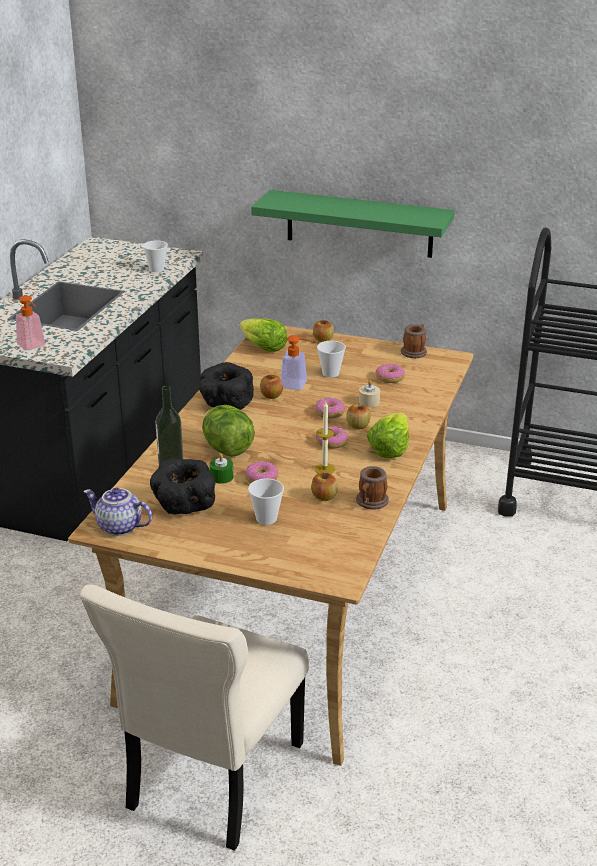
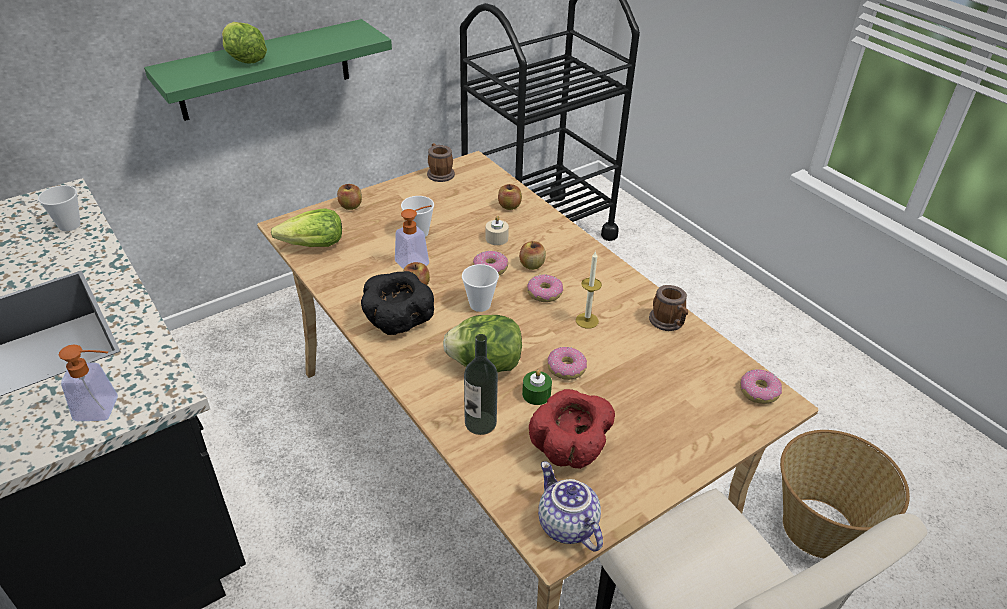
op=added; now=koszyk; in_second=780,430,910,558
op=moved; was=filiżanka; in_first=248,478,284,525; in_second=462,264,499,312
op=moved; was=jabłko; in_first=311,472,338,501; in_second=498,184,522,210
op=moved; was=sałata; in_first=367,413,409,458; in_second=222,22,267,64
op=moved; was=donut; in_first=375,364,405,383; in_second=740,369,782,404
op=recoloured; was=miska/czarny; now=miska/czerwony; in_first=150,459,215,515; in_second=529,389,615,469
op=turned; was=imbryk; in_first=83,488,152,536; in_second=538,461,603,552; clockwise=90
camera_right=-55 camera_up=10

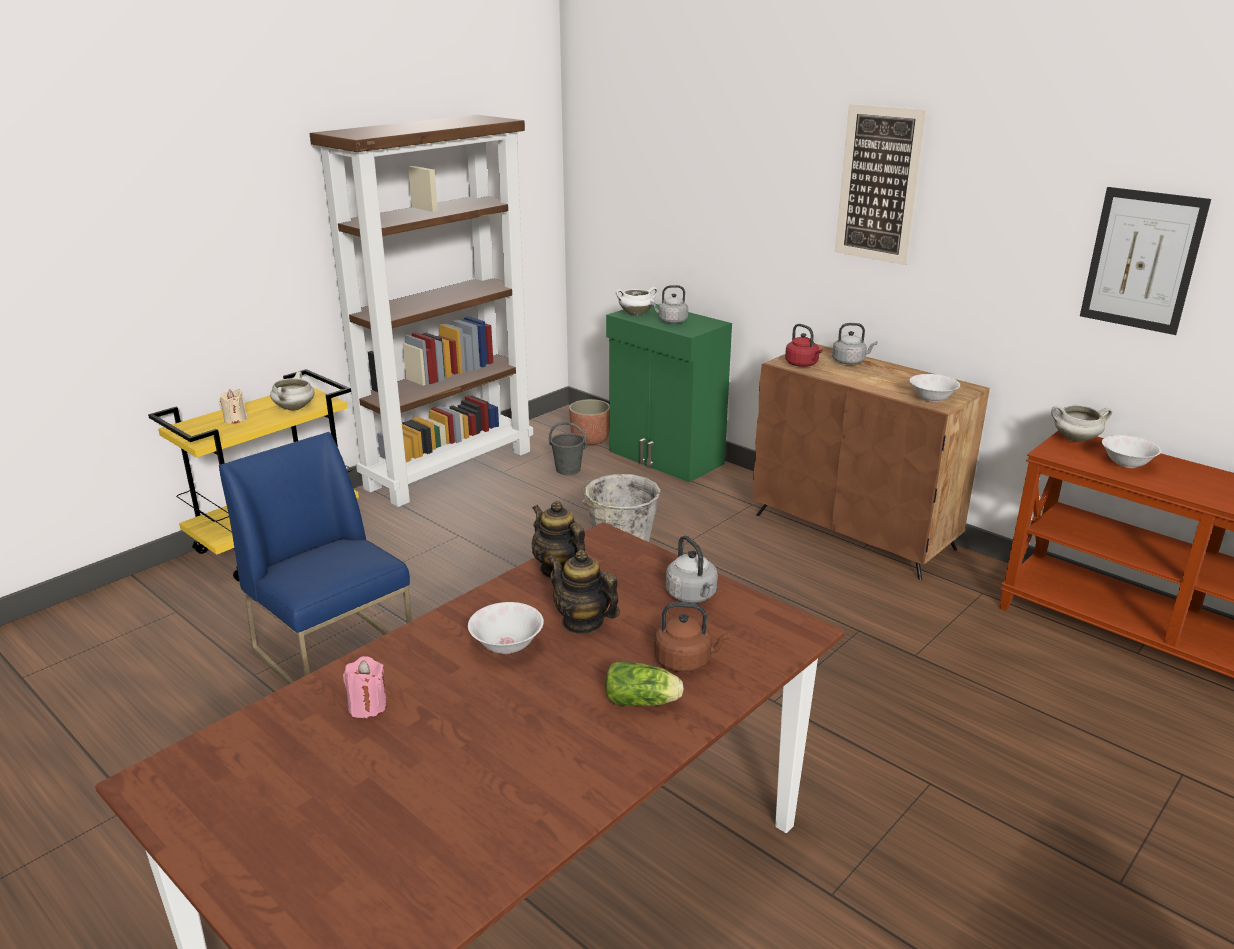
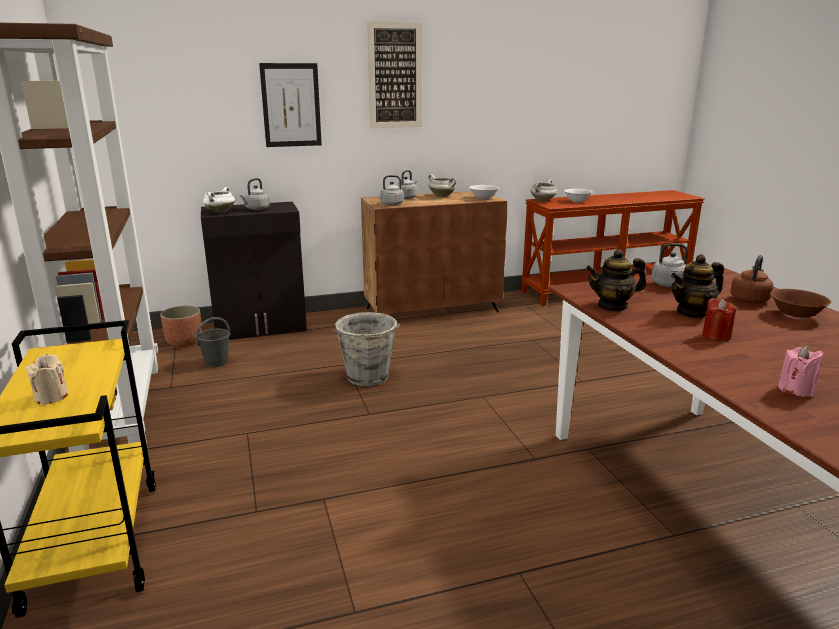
op=removed; was=krzesło/niebieski; in_first=219,432,412,685
op=moved; was=garnek/biały; in_first=270,371,315,411; in_second=428,174,456,197
op=moved; was=obraz; in_first=1080,187,1211,335; in_second=259,63,322,147
op=replaced; was=miska/biały; now=świeca/czerwony; in_first=468,602,544,654; in_second=702,298,737,341
op=replaced; was=sałata; now=miska/brązowy; in_first=606,661,684,706; in_second=770,289,831,319
op=recoloured; was=szafka/zielony; now=szafka/czarny; in_first=606,304,732,482; in_second=201,202,307,340
op=recoloured; was=czajnik/czerwony; now=czajnik/szary; in_first=785,324,823,367; in_second=380,175,411,205
camera_right=-60 camera_up=-5

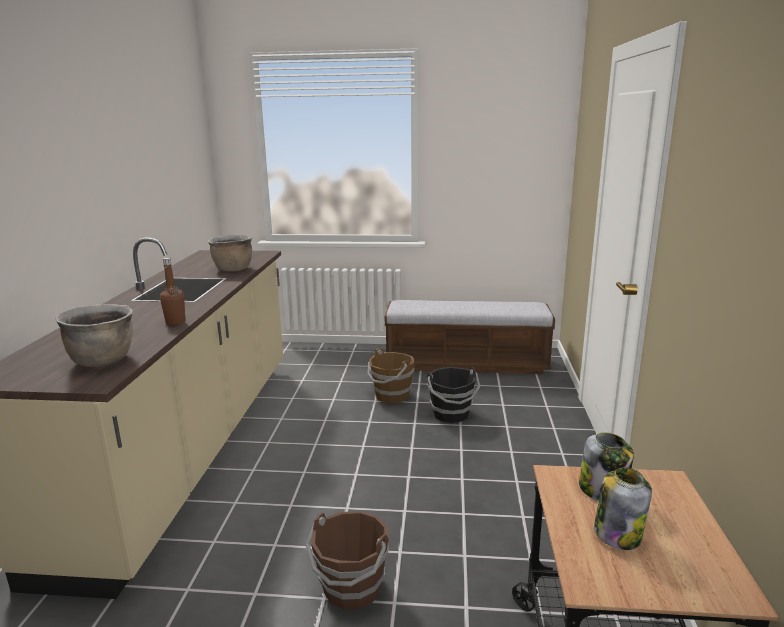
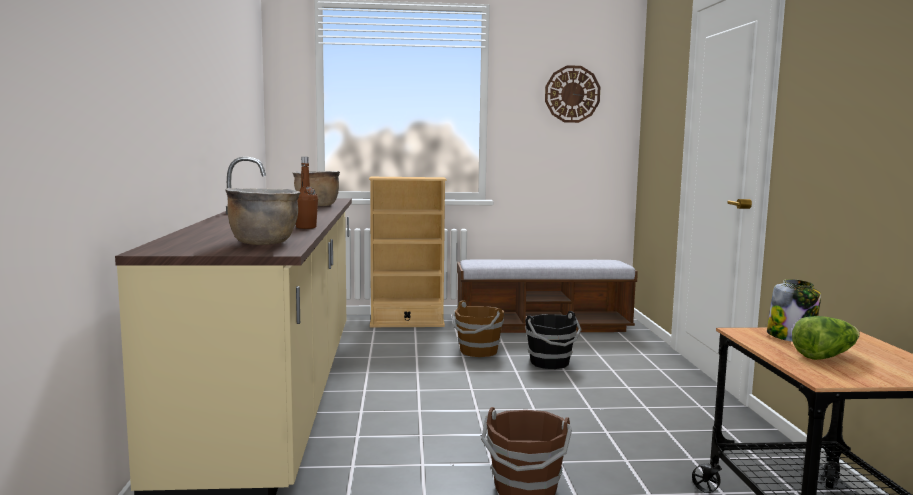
op=added; now=regał/beżowy; in_second=369,177,447,327
op=added; now=zegar ścienny; in_second=545,65,600,123
op=replaced; was=słoik; now=sałata; in_first=594,467,652,550; in_second=792,316,860,360
camera_right=-10 camera_up=-10

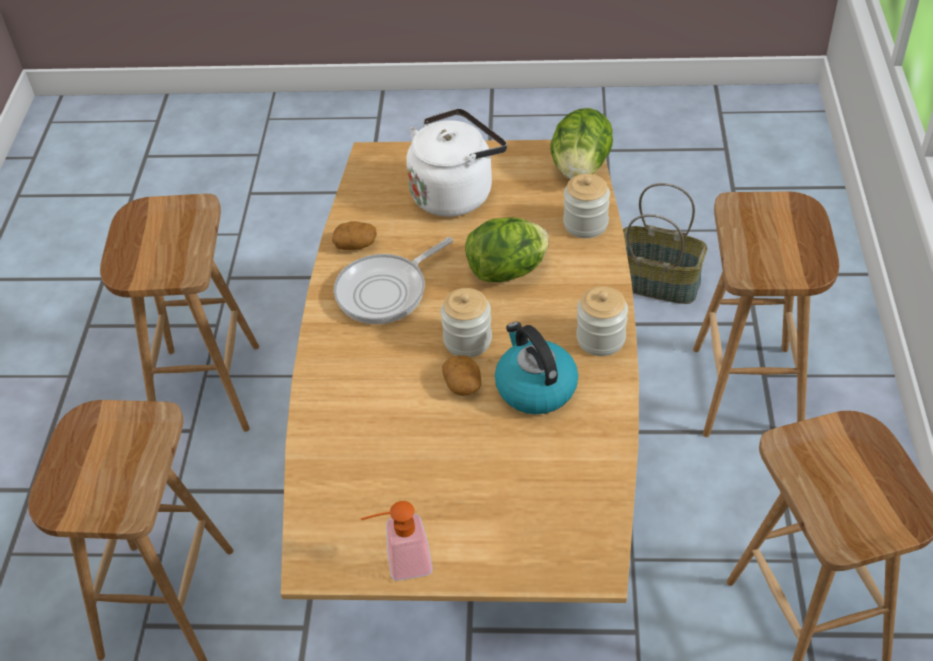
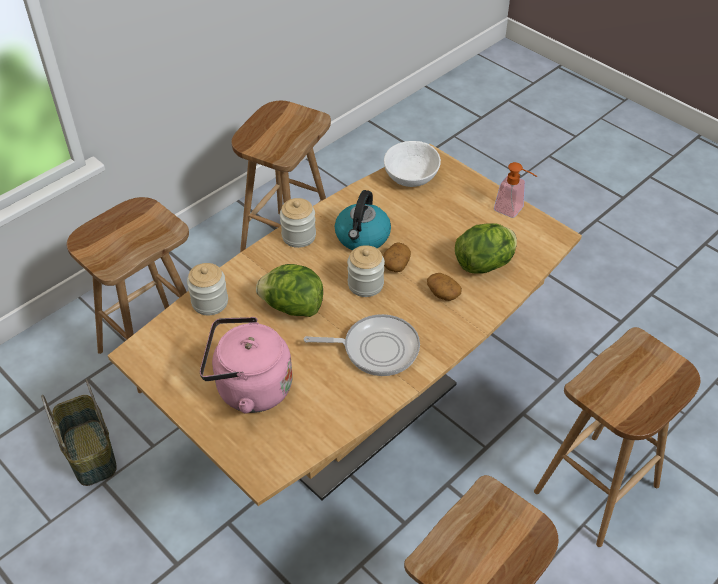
op=added; now=miska/biały; in_second=384,141,441,187
op=moved; was=ziemniak; in_first=332,221,377,250; in_second=427,273,462,301
op=moved; was=sałata; in_first=550,108,613,180; in_second=455,223,517,274
op=recoloured; was=czajnik/biały; now=czajnik/różowy; in_first=406,108,507,217; in_second=200,317,293,414
camera_right=-140 camera_up=0

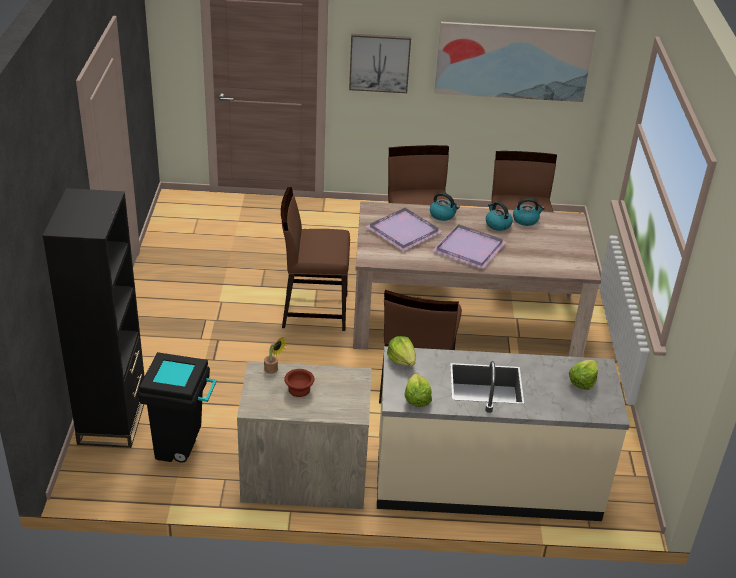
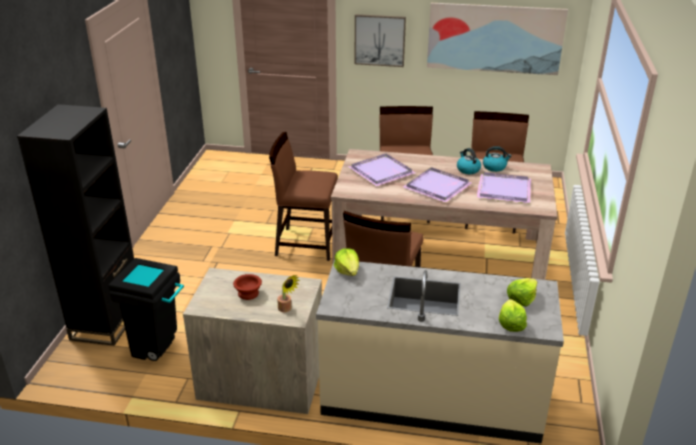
op=removed; was=czajnik; in_first=430,192,460,221
op=added; now=taca/fioletowy; in_second=476,172,531,203
op=moved; was=roślina doniczkowa; in_first=264,337,288,374; in_second=277,275,300,312
op=moved; was=sałata; in_first=405,373,432,407; in_second=499,299,527,332
camera_right=10 camera_up=-5

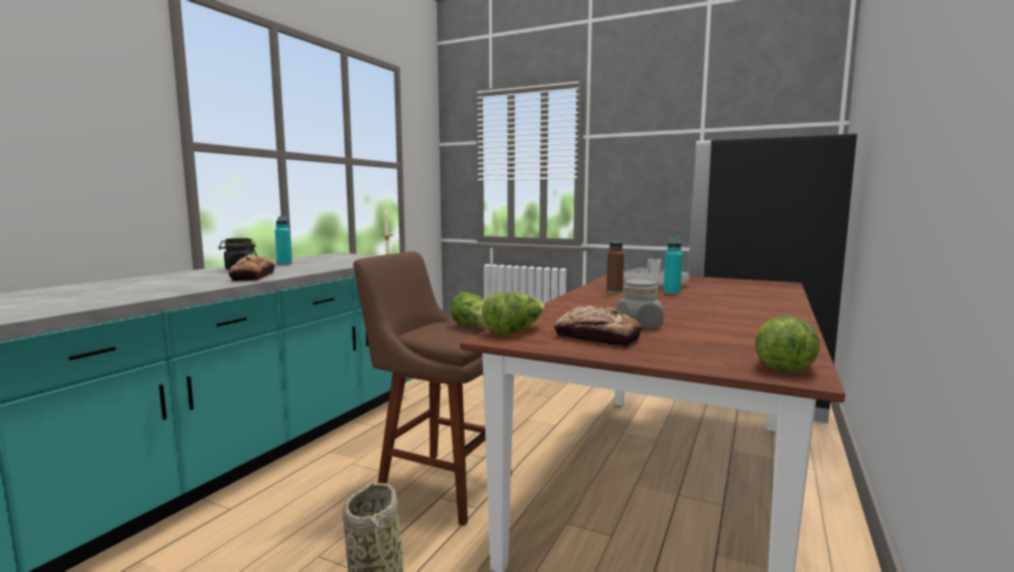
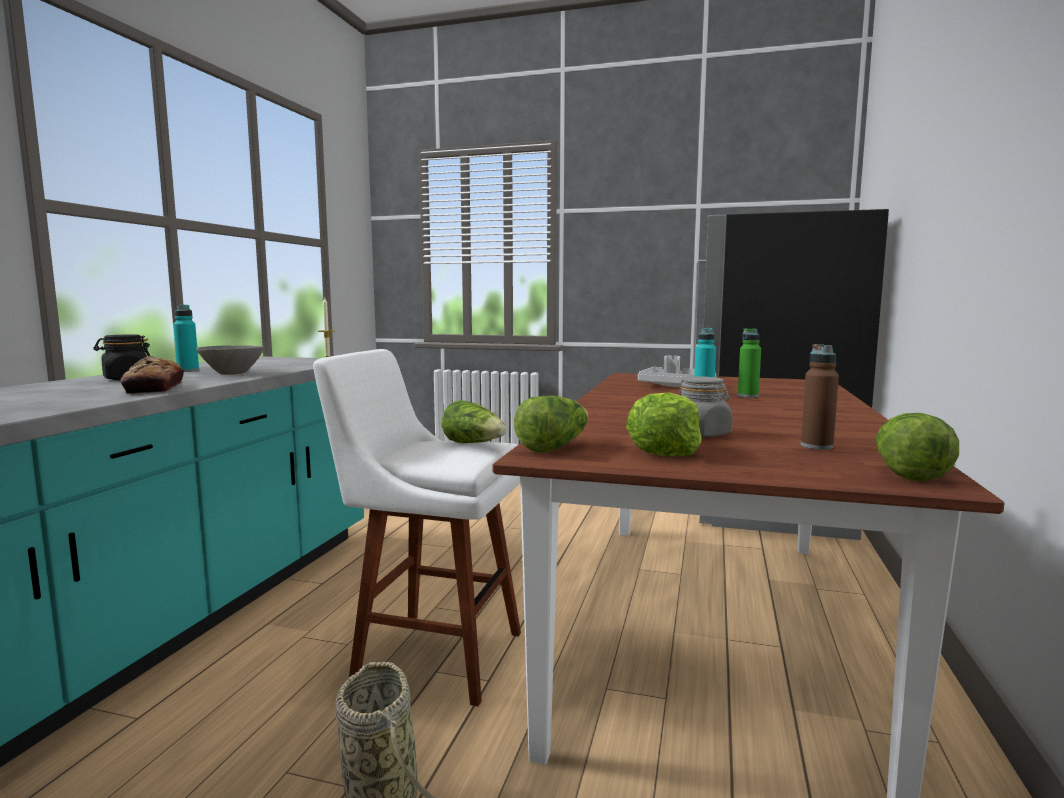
op=added; now=miska/szary; in_second=196,345,264,375
op=added; now=butelka/zielony; in_second=738,328,761,397
op=moved; was=butelka/brązowy; in_first=606,237,624,293; in_second=801,344,839,450
op=replaced; was=chleb; now=sałata; in_first=554,306,642,347; in_second=626,392,702,456
op=recoloured; was=stołek/brązowy; now=stołek/biały; in_first=353,251,512,526; in_second=313,349,521,706
camera_right=-10 camera_up=0

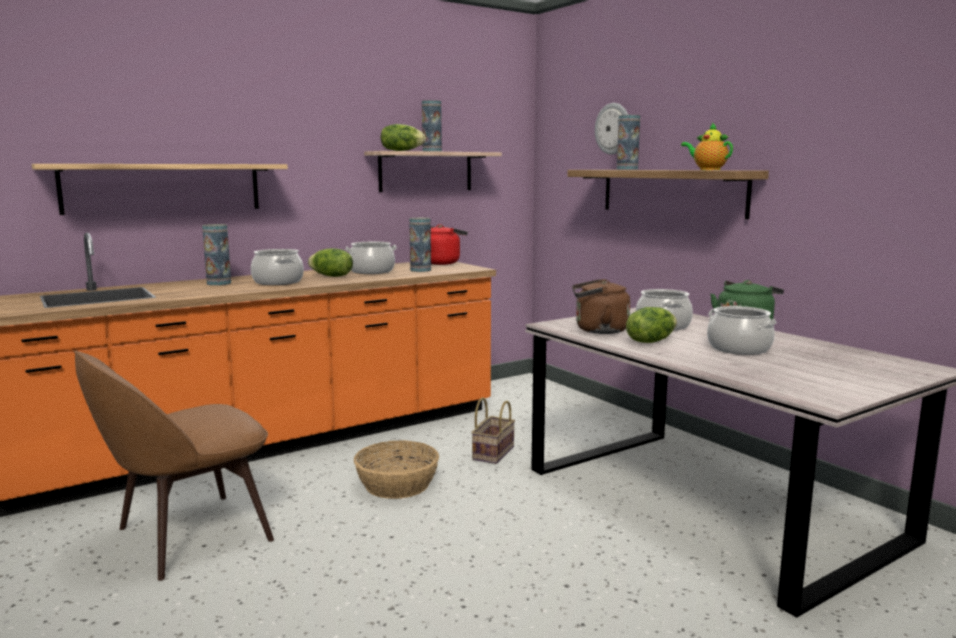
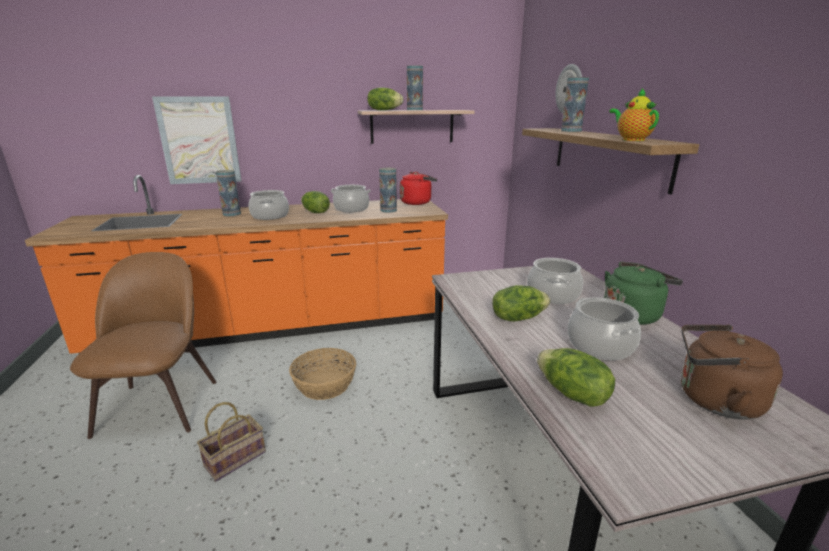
op=added; now=sałata; in_second=537,348,615,407
op=moved; was=koszyk; in_first=471,397,515,464; in_second=197,402,266,481
op=moved; was=czajnik/brązowy; in_first=572,279,630,334; in_second=681,325,783,420
op=replaced; was=półka; now=obraz; in_first=32,164,288,215; in_second=152,96,241,184
op=turned; was=krzesło/brązowy; in_first=74,350,274,581; in_second=70,252,217,439; clockwise=105
camera_right=20 camera_up=10

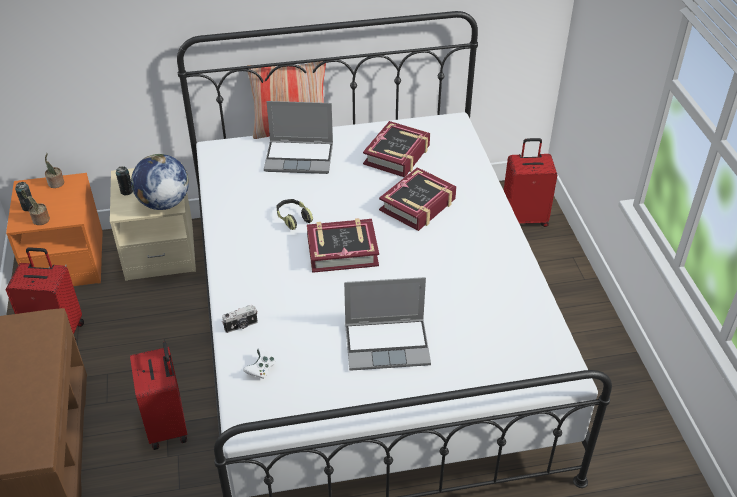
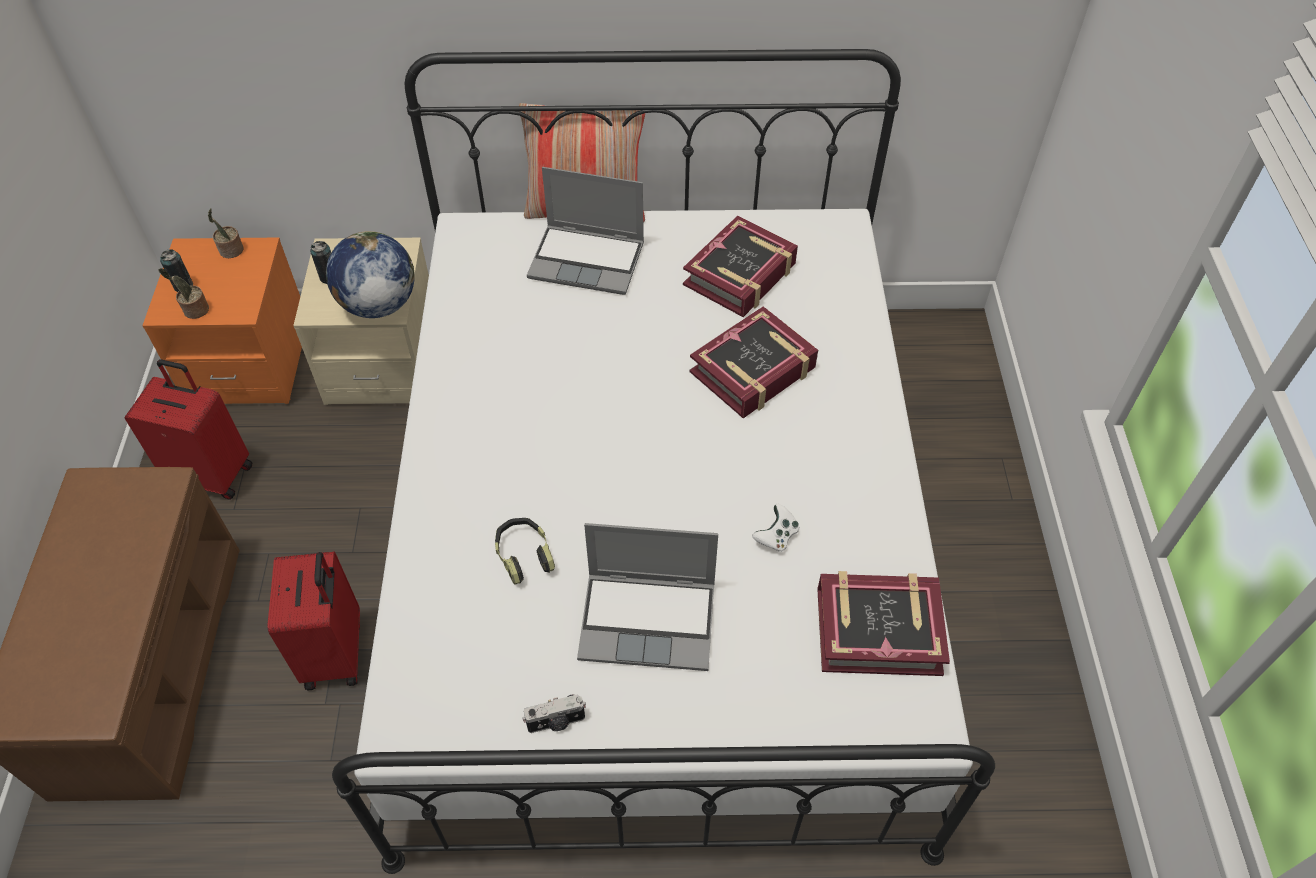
op=removed; was=walizka/czerwony; in_first=504,138,557,227
op=moved; was=aparat fotograficzny; in_first=222,305,258,333; in_second=522,694,586,733
op=moved; was=pad do gier/biały; in_first=243,348,275,379; in_second=752,504,799,552
op=moved; was=słuchawki; in_first=276,199,313,230; in_second=495,518,555,584
op=moved; was=książka; in_first=307,218,379,273; in_second=817,571,950,676
camera_right=10 camera_up=10

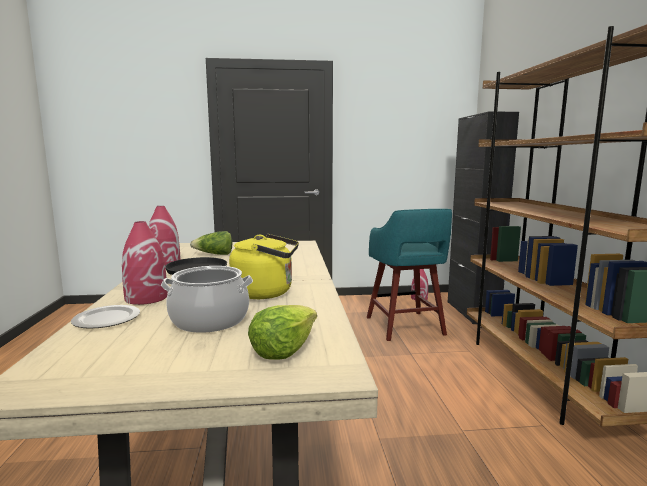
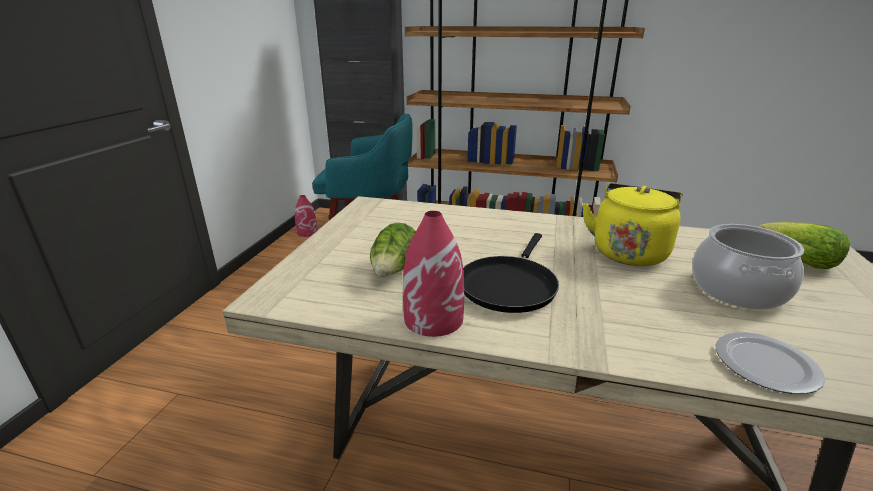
op=removed; was=wazon/czerwony; in_first=122,221,168,305
camera_right=-70 camera_up=15

